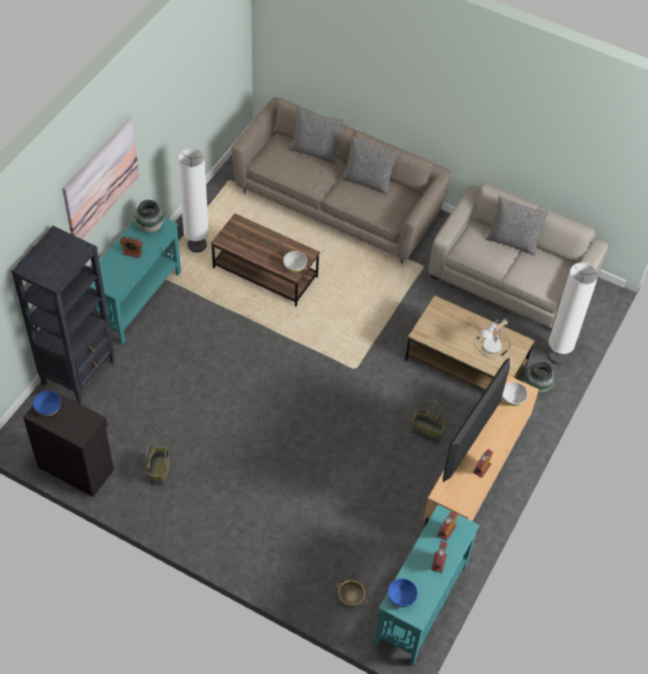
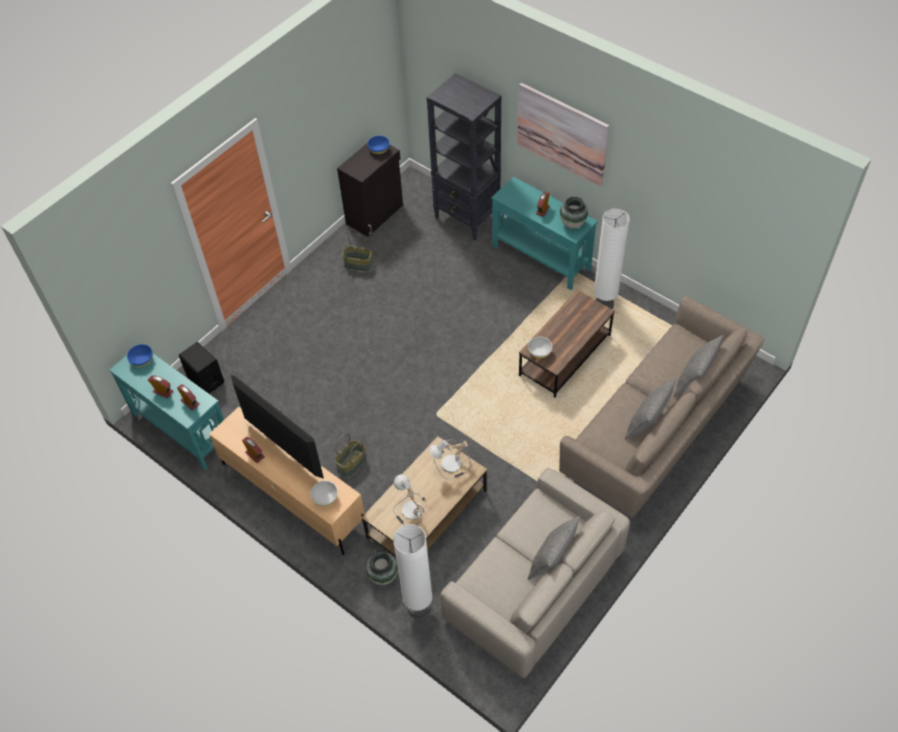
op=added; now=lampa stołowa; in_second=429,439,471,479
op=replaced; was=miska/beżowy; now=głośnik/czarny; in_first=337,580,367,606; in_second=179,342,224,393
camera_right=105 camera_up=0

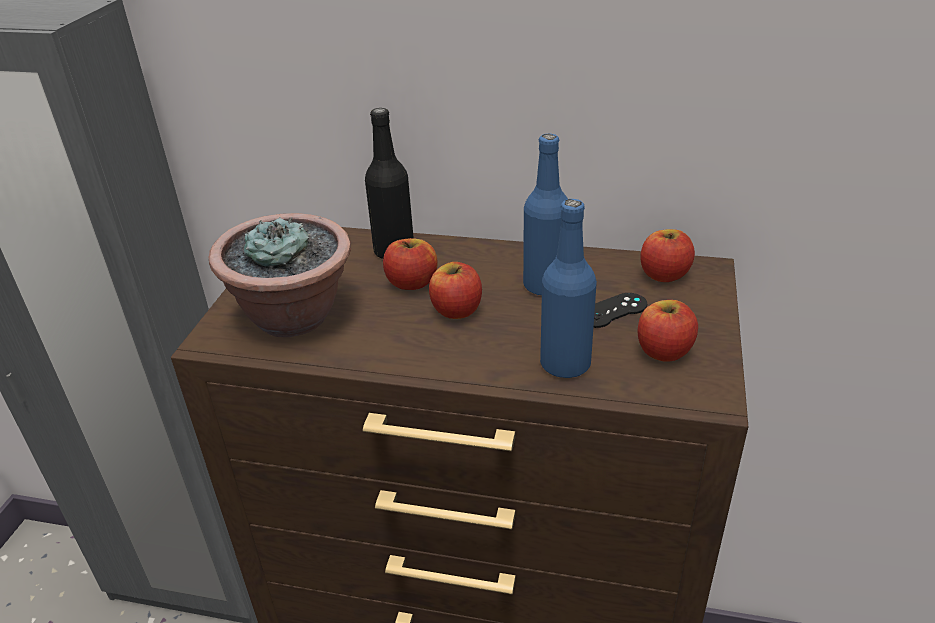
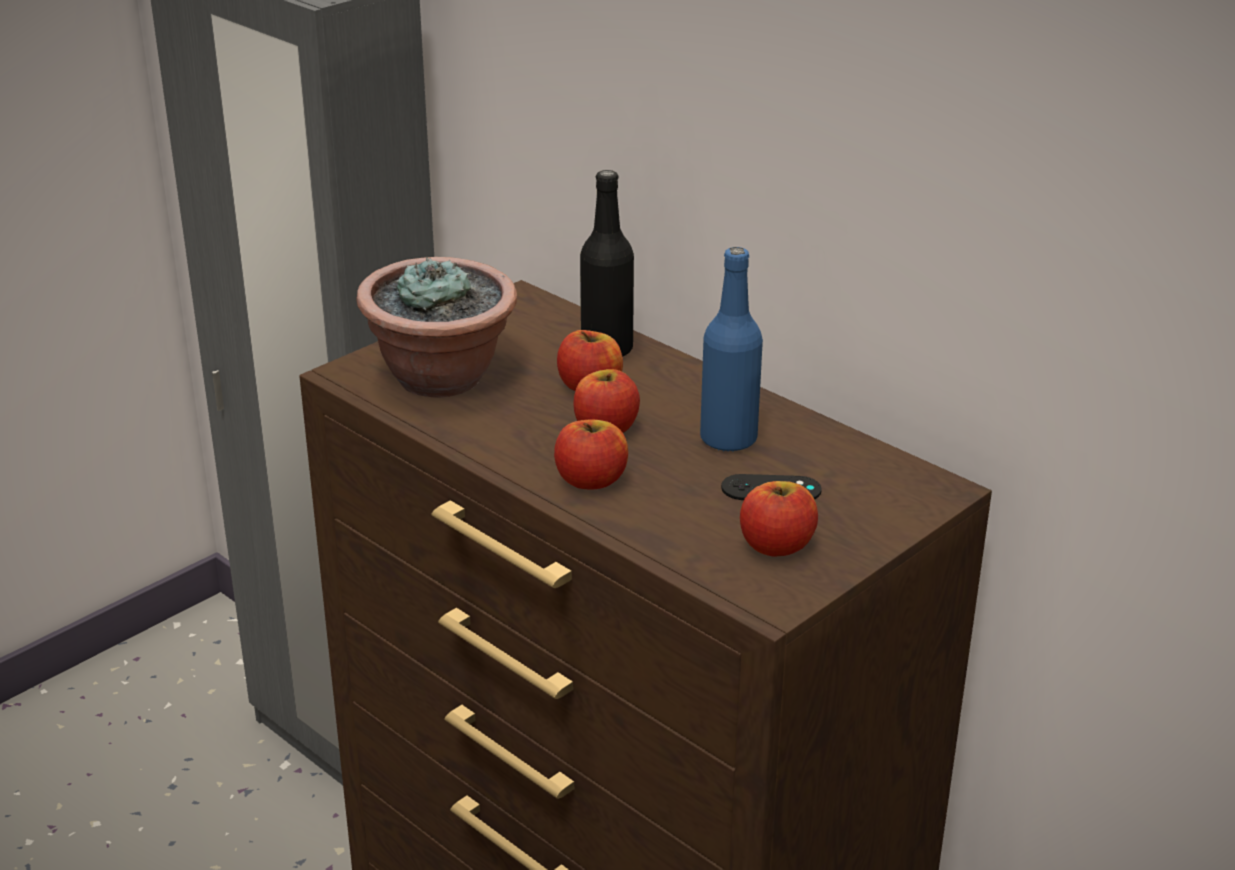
op=removed; was=butelka/niebieski; in_first=540,199,597,378
op=moved; was=jabłko; in_first=640,229,695,282; in_second=554,419,628,490
camera_right=30 camera_up=-5

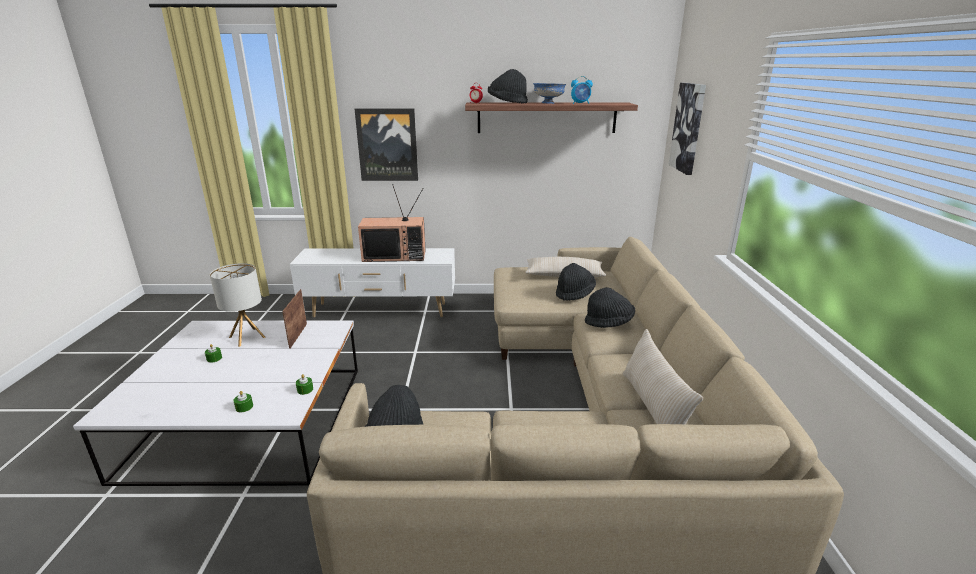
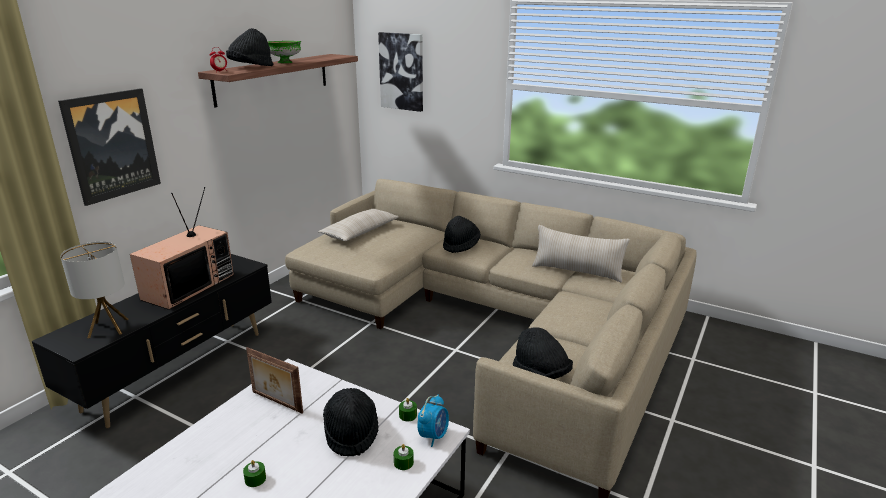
op=moved; was=lampa stołowa; in_first=210,263,266,347; in_second=60,242,128,338
op=moved; was=kapelusz/czarny; in_first=556,263,596,301; in_second=323,388,379,456
op=moved; was=budzik; in_first=571,76,593,104; in_second=417,394,449,447
op=recoloured; was=szafka pod telewizor/biały; now=szafka pod telewizor/czarny; in_first=290,248,455,317; in_second=32,254,272,428
op=recoloured; was=miska/niebieski; now=miska/zielony; in_first=533,83,566,104; in_second=268,41,301,63
camera_right=-60 camera_up=0

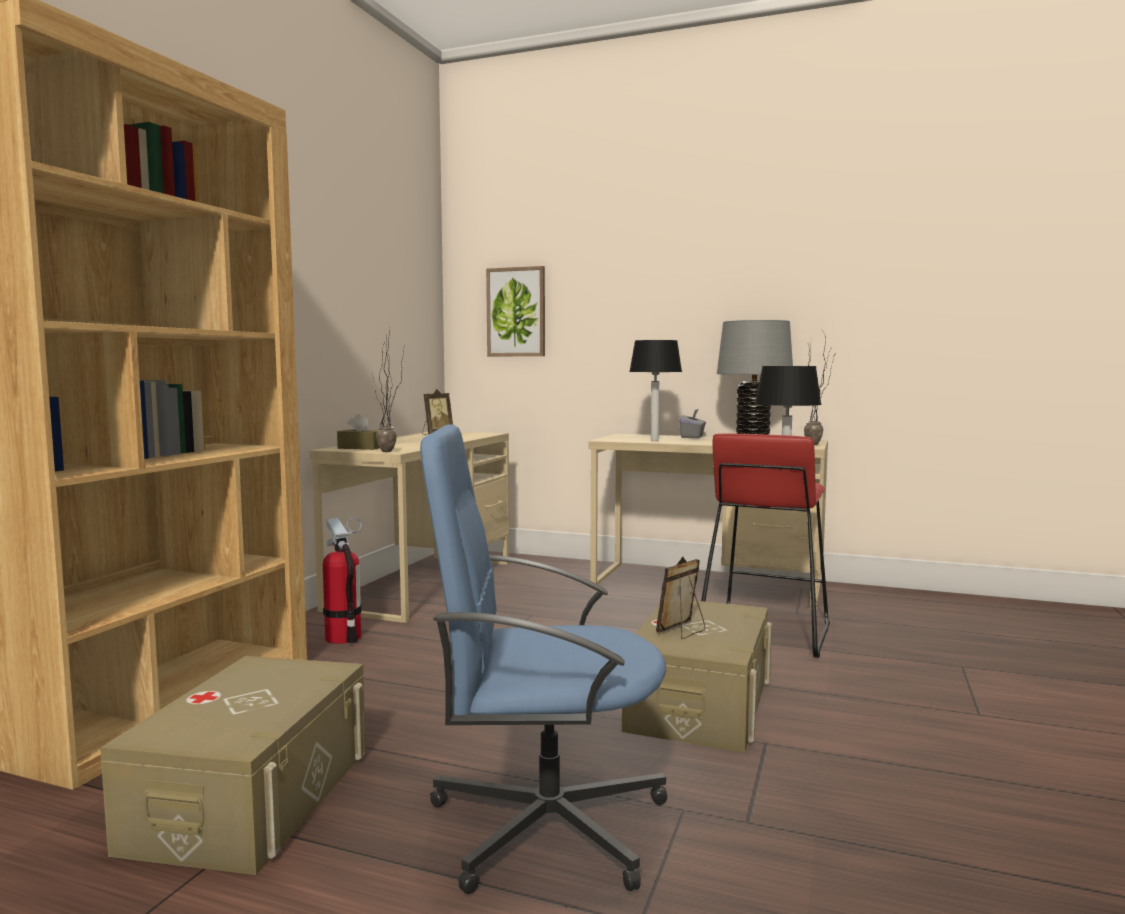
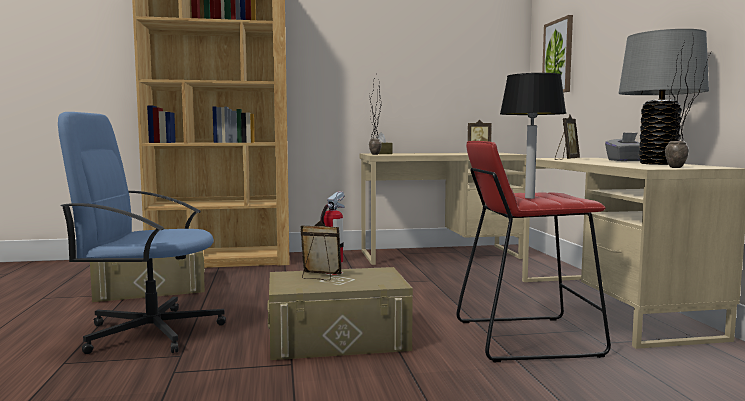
op=replaced; was=lampa stołowa; now=ramka na zdjęcie; in_first=629,340,682,441; in_second=555,114,580,160
op=turned; was=krzesło biurowe/niebieski; in_first=420,425,668,894; in_second=58,112,226,354; clockwise=-60
camera_right=60 camera_up=0

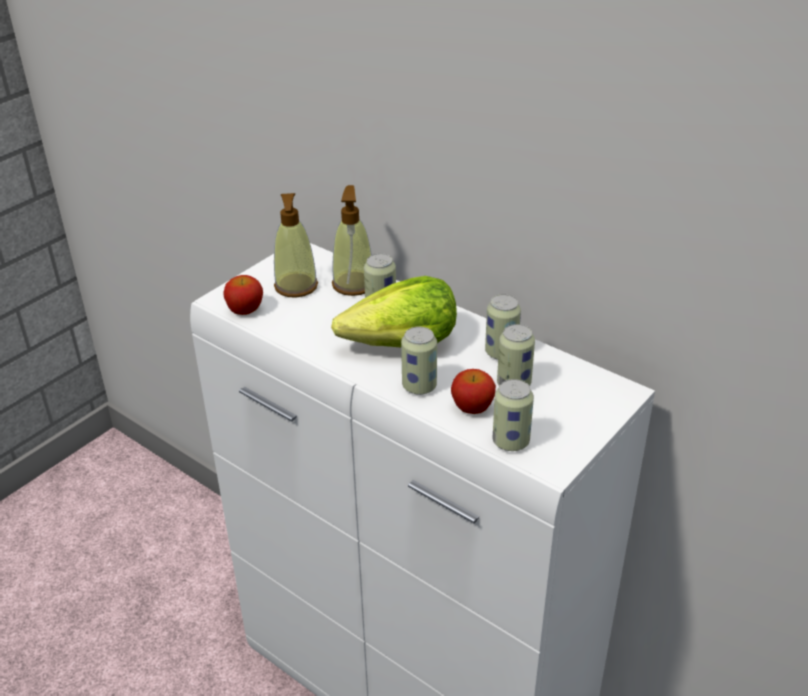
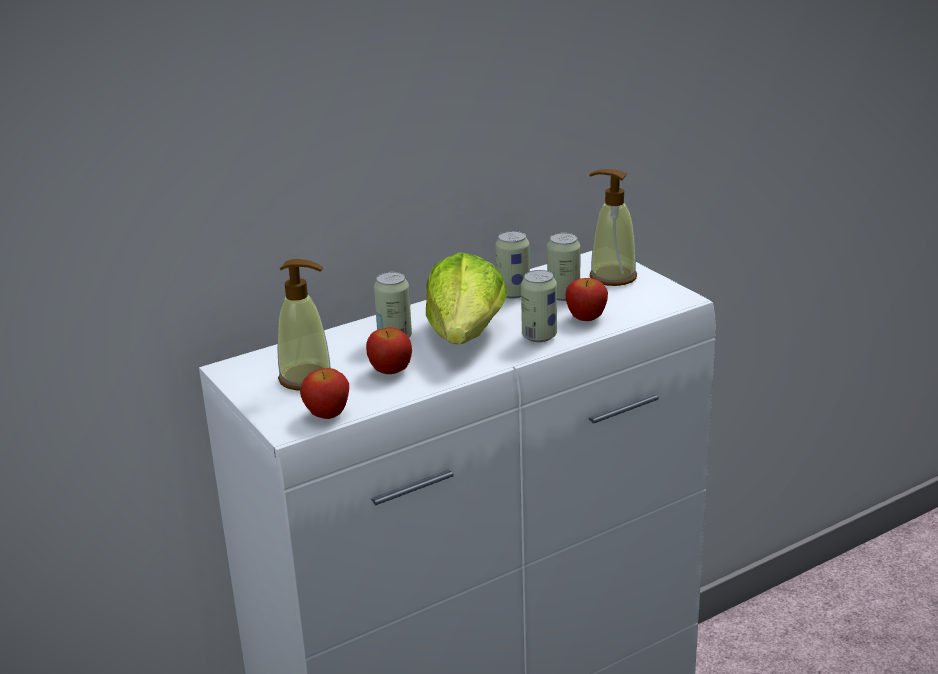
op=removed; was=puszka; in_first=492,379,534,451
op=added; now=jabłko; in_second=366,328,412,374
op=moved; was=dozownik mydła; in_first=332,185,372,296; in_second=589,169,637,286
camera_right=-70 camera_up=-10

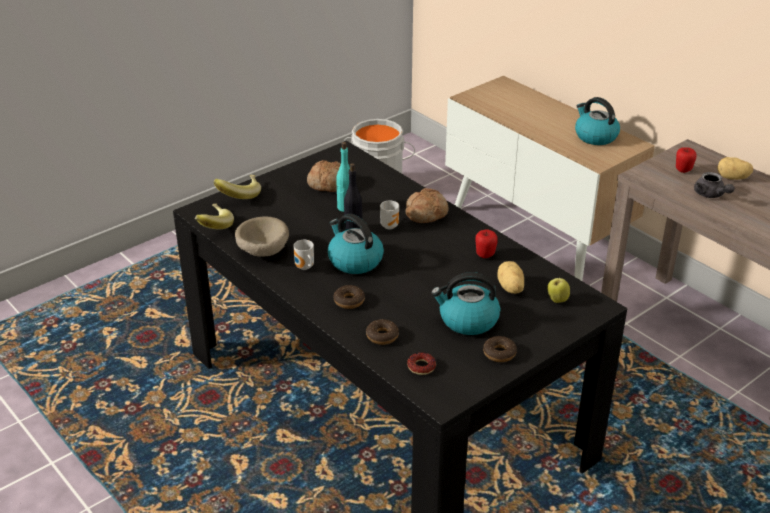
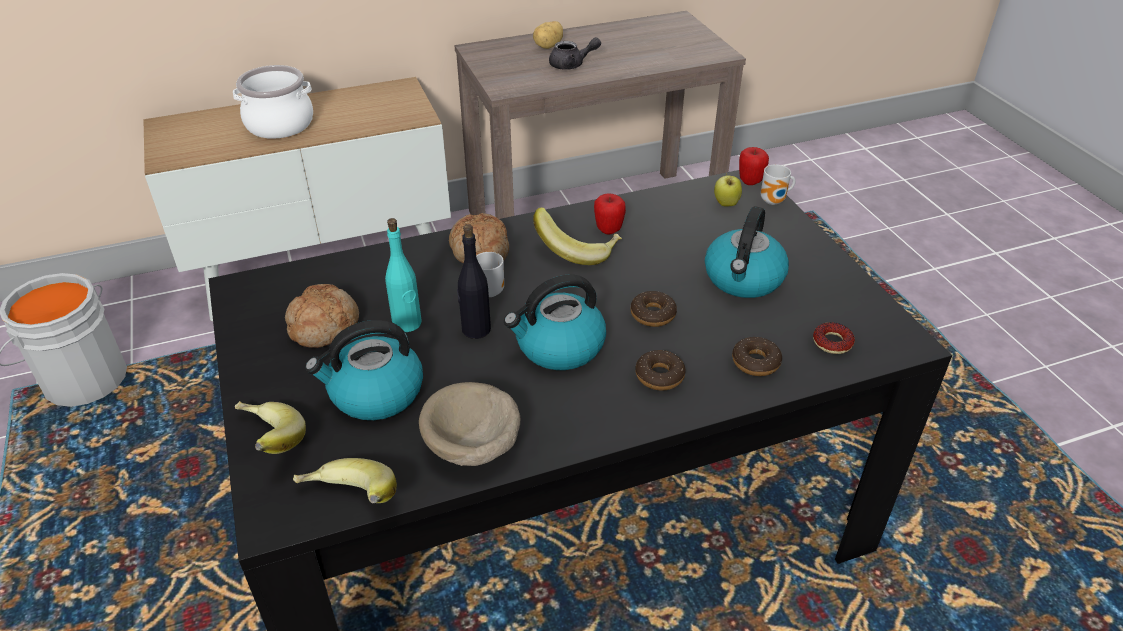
op=removed; was=ziemniak; in_first=497,261,524,294
op=added; now=garnek; in_second=233,65,313,139
op=added; now=banan; in_second=533,207,622,265
op=moved; was=kubek; in_first=293,240,314,270; in_second=761,164,795,205
op=moved; was=donut; in_first=483,336,517,362; in_second=630,291,677,327
op=moved; was=czajnik; in_first=575,97,620,145; in_second=305,320,423,420
op=moved; was=jabłko; in_first=676,147,696,173; in_second=739,147,769,185
camera_right=-70 camera_up=5

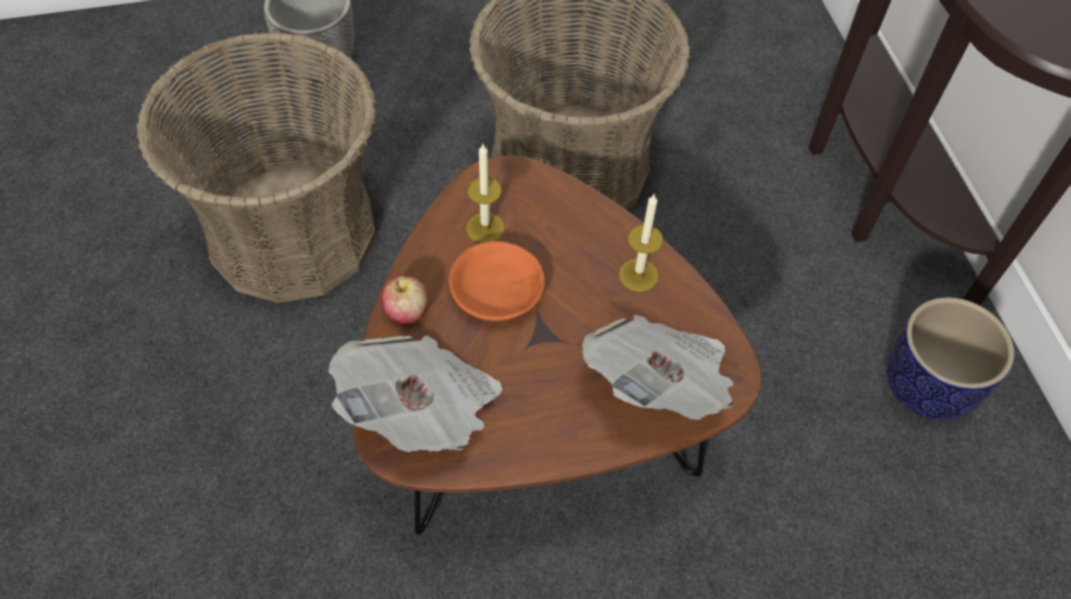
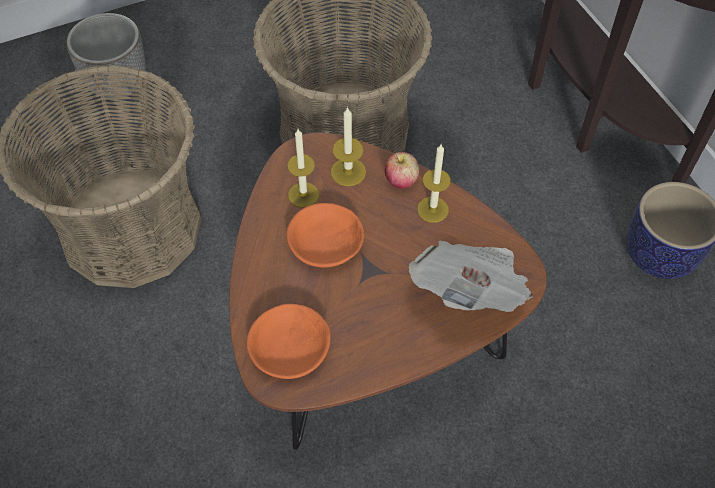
op=added; now=świeca; in_second=331,107,366,186
op=moved; was=jabłko; in_first=381,276,428,324; in_second=385,152,419,189
op=replaced; was=gazeta; now=miska/pomarańczowy; in_first=328,336,503,452; in_second=247,304,331,379
camera_right=-10 camera_up=0

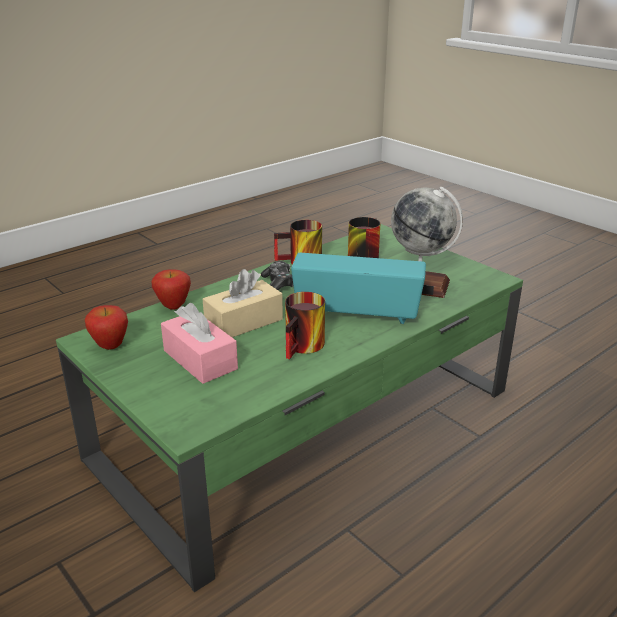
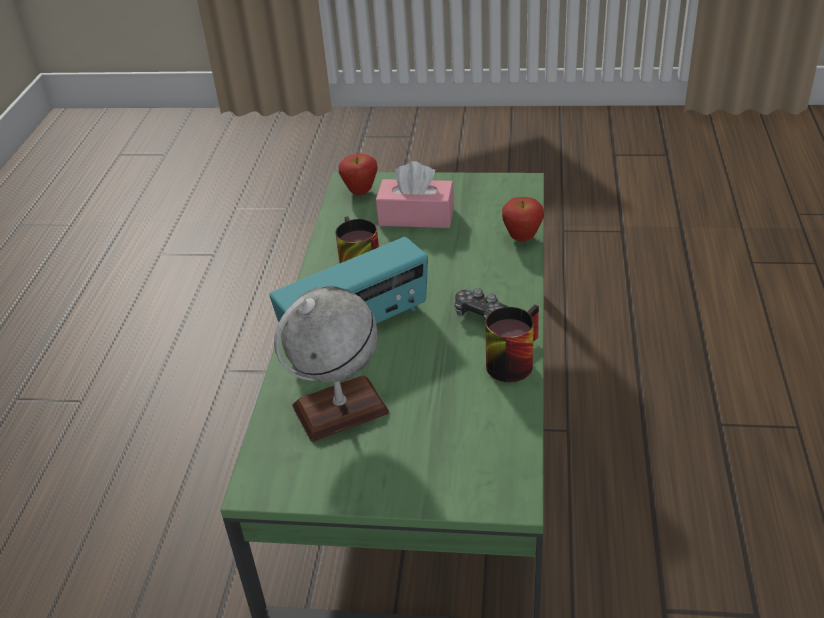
op=removed; was=pudełko chusteczek/beżowy; in_first=203,269,283,337
op=removed; was=kubek; in_first=348,217,380,258
op=moved; was=jabłko; in_first=85,305,128,350; in_second=339,154,378,195
camera_right=140 camera_up=10

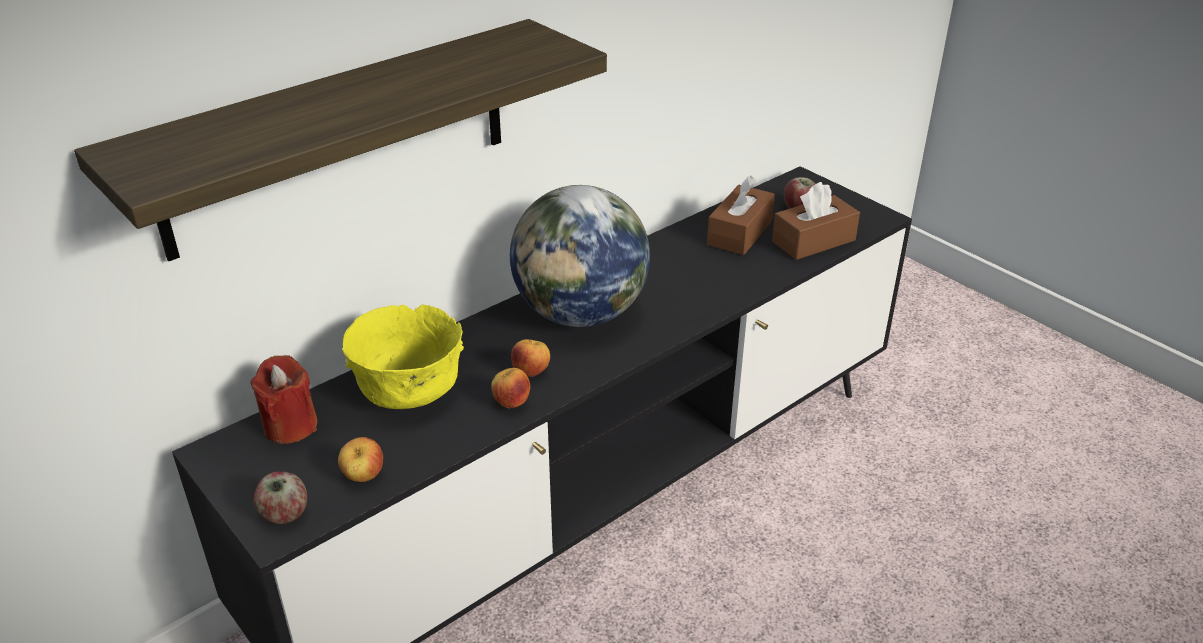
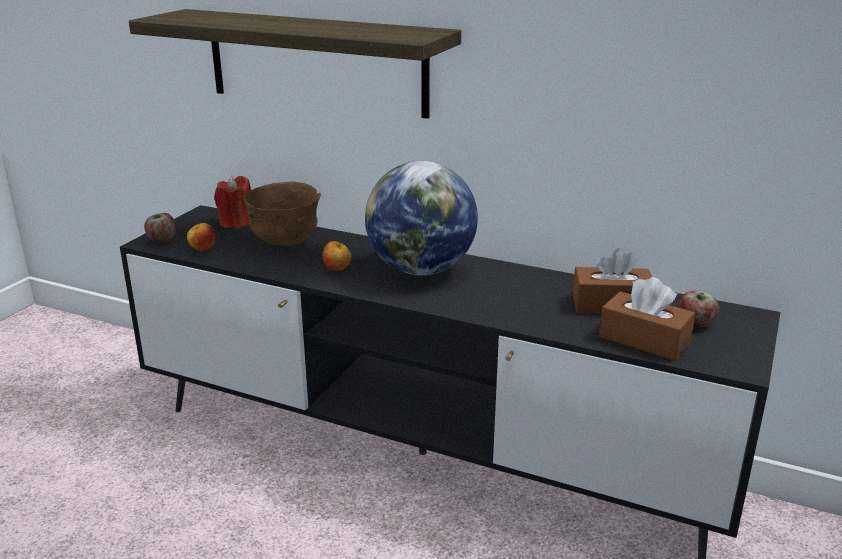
op=removed; was=jabłko; in_first=491,368,530,408
op=recoloured; was=miska/żółty; now=miska/brązowy; in_first=342,305,464,409; in_second=243,181,321,246
camera_right=65 camera_up=-10

